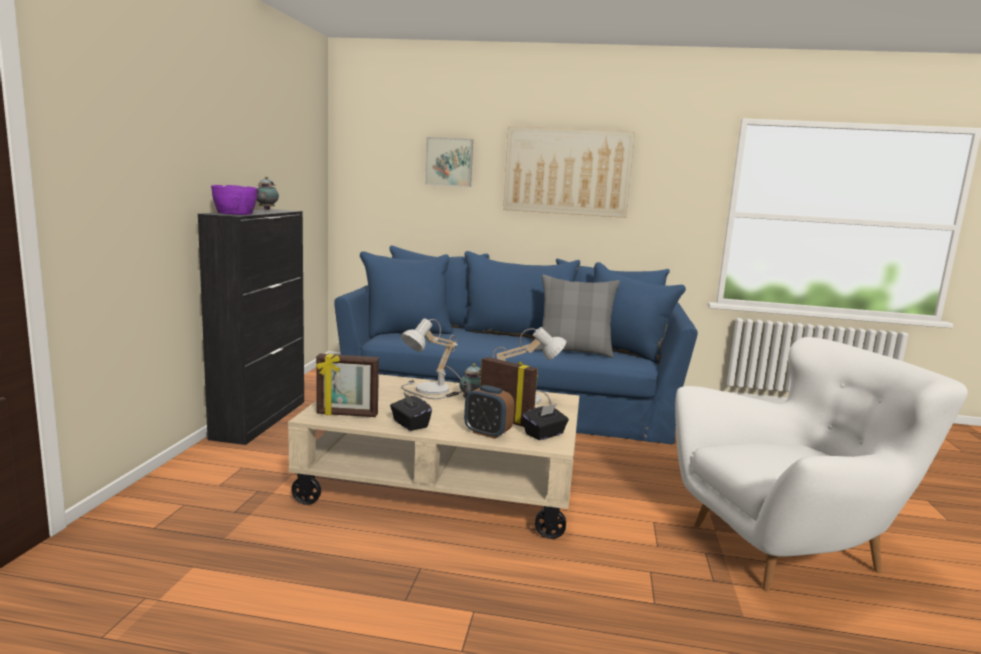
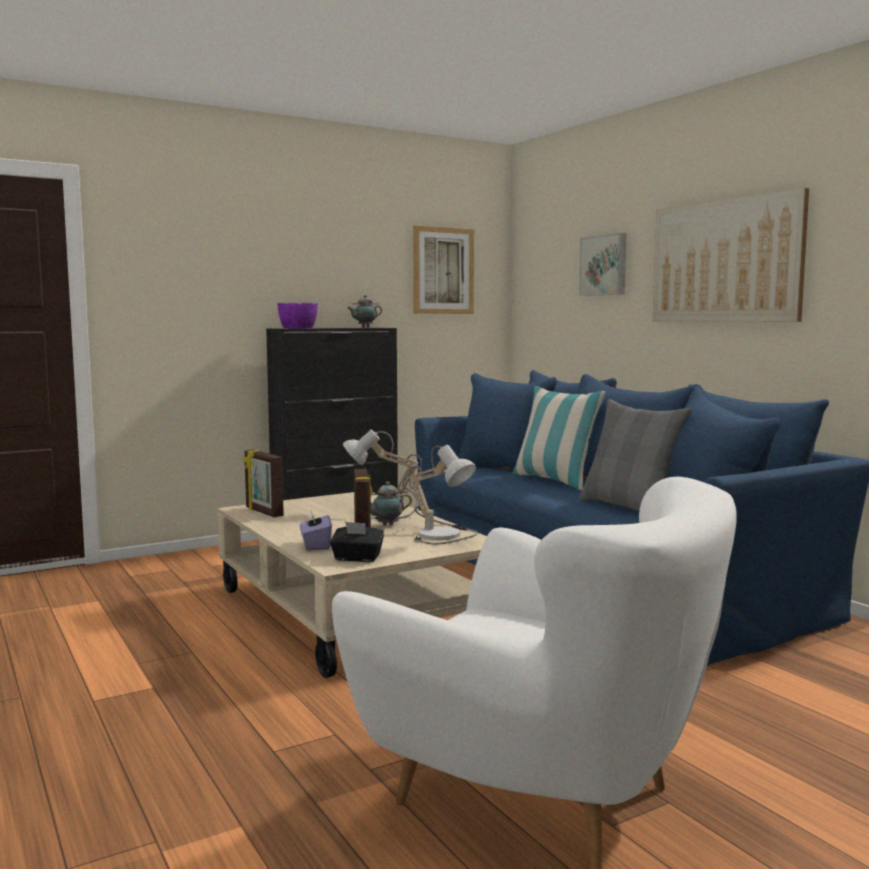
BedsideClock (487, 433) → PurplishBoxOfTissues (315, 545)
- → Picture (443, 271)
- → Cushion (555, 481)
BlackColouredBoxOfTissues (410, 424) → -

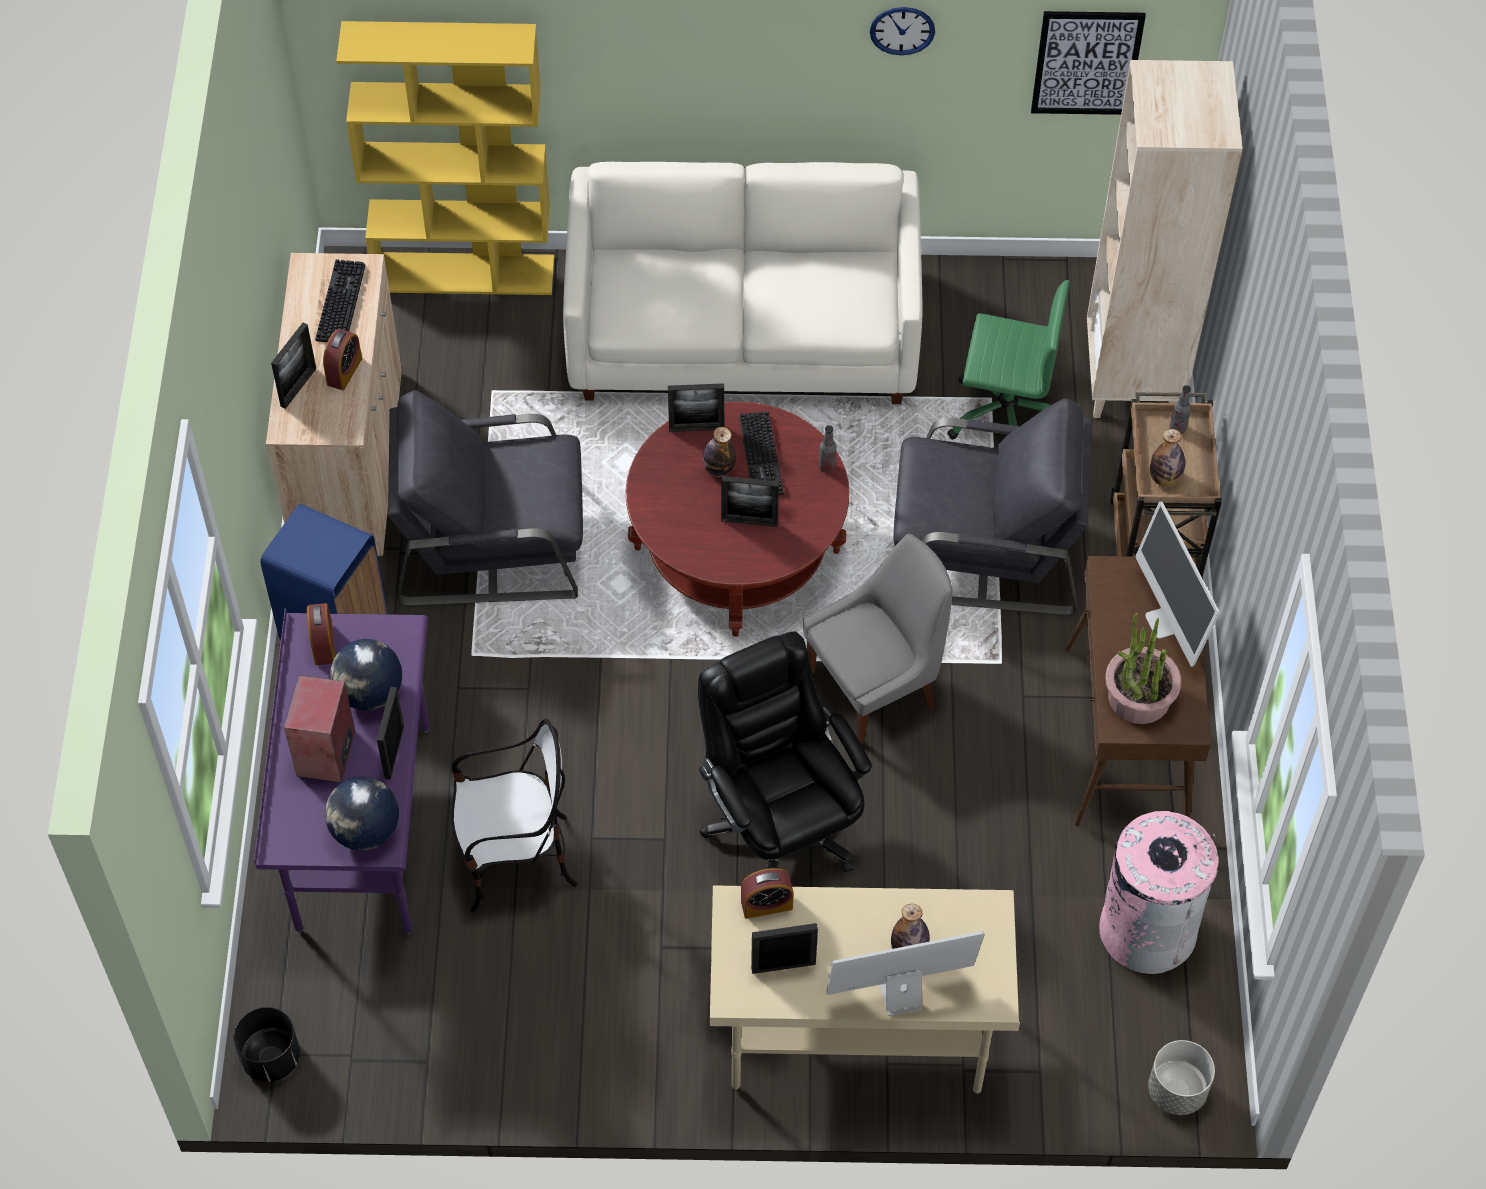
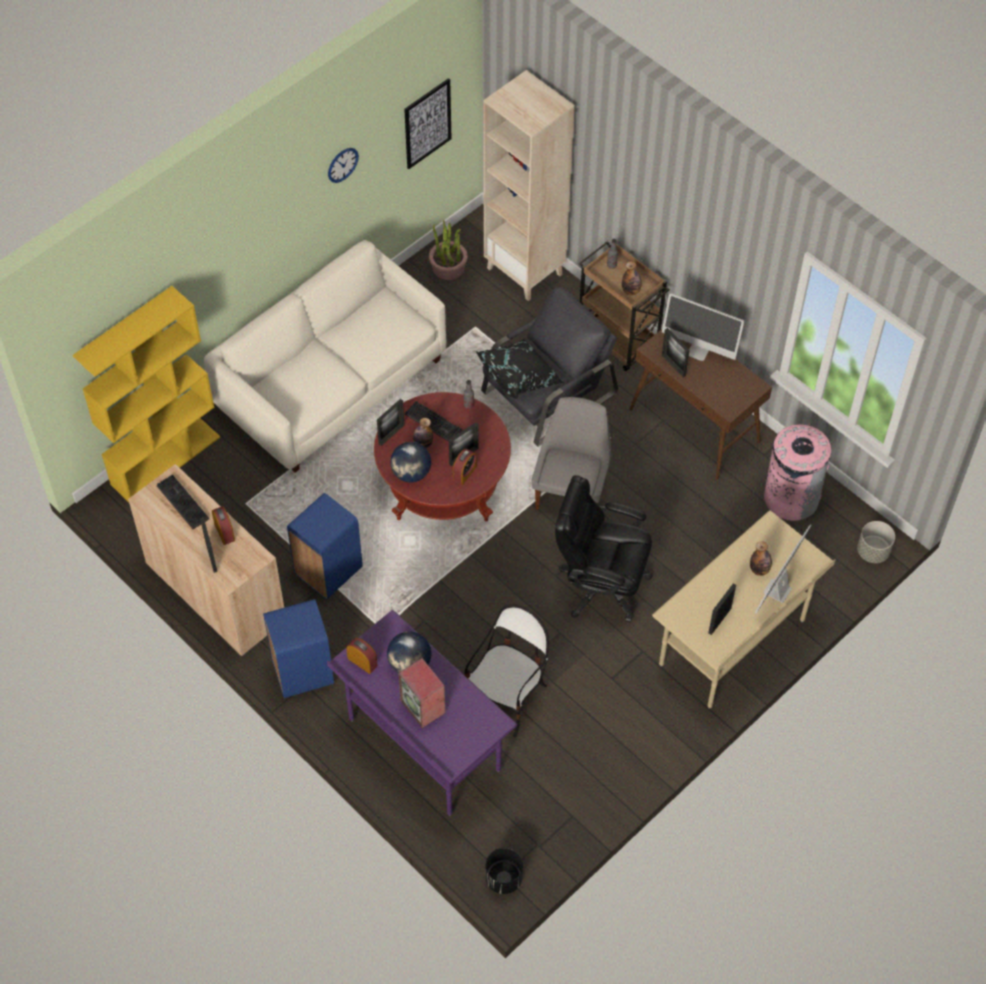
GreyEasyChair (491, 540) → BlueColouredRubbishBin (327, 570)
DeskGlobe (365, 831) → DeskGlobe (411, 473), shifted
PlantInAPot (1138, 697) → PlantInAPot (448, 268), shifted
BedsideClock (766, 905) → BedsideClock (464, 473), shifted
- → BlackColouredCushion (520, 377)
PhotoFrame (394, 752) → PhotoFrame (673, 365), shifted
GreenishOfficeChair (1006, 416) → -

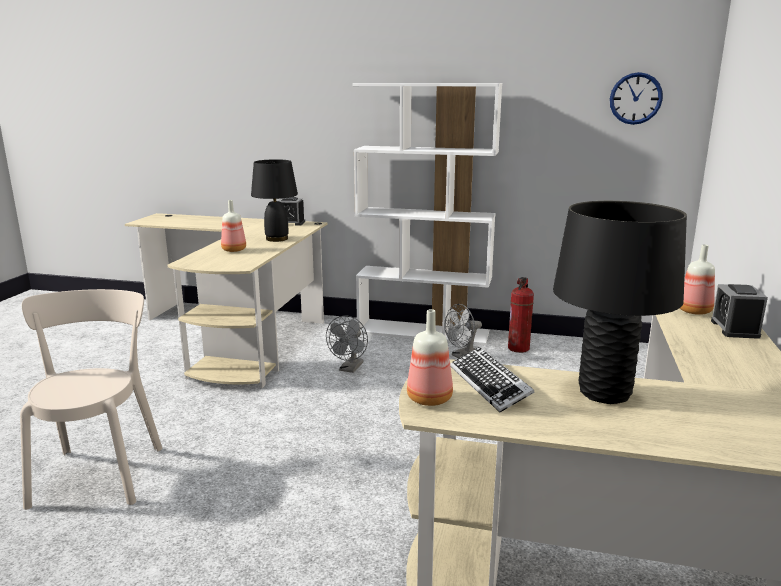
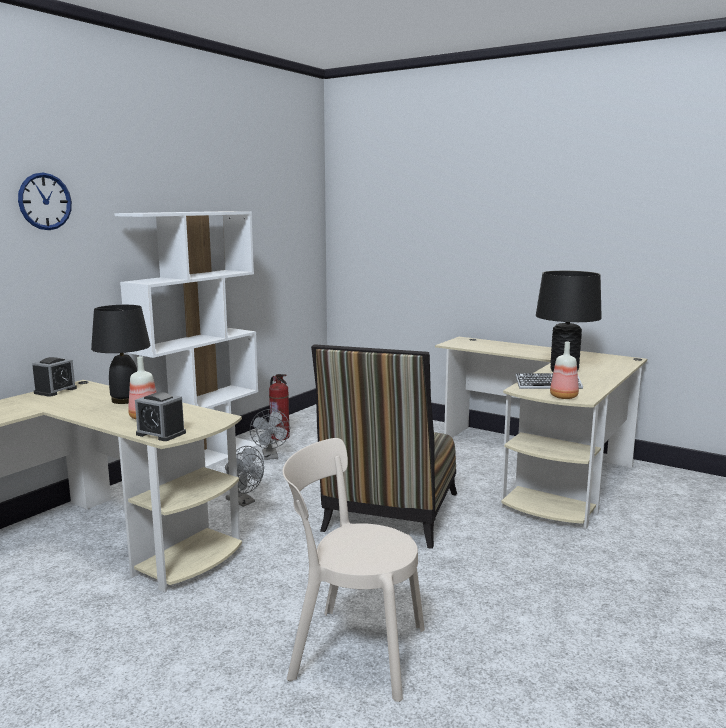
HangingClock (635, 98) → HangingClock (45, 201), shifted
BedsideClock (734, 329) → BedsideClock (161, 433), shifted
- → PlainChair (389, 516)
Bottle (693, 311) → -

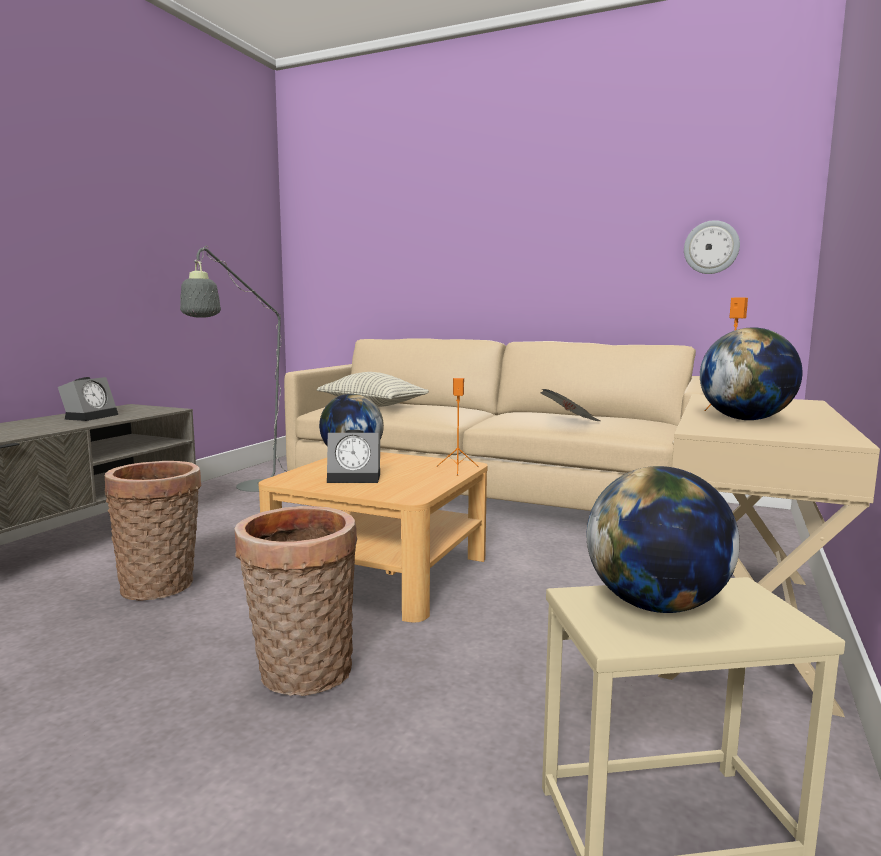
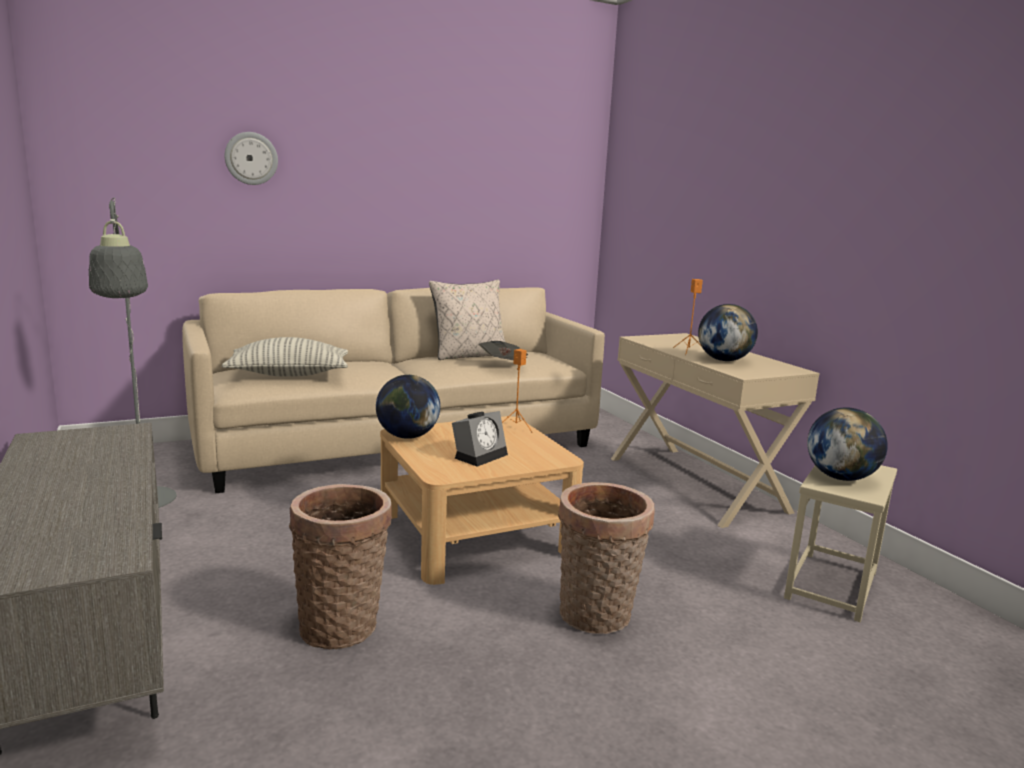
HangingClock (711, 247) → HangingClock (251, 158), shifted
- → SandColouredCushion (469, 355)
BedsideClock (91, 416) → -

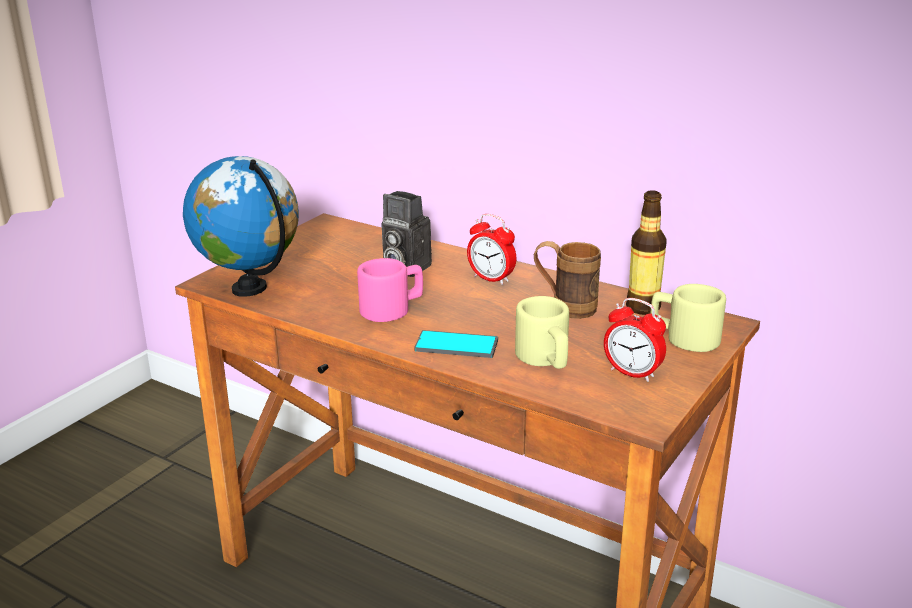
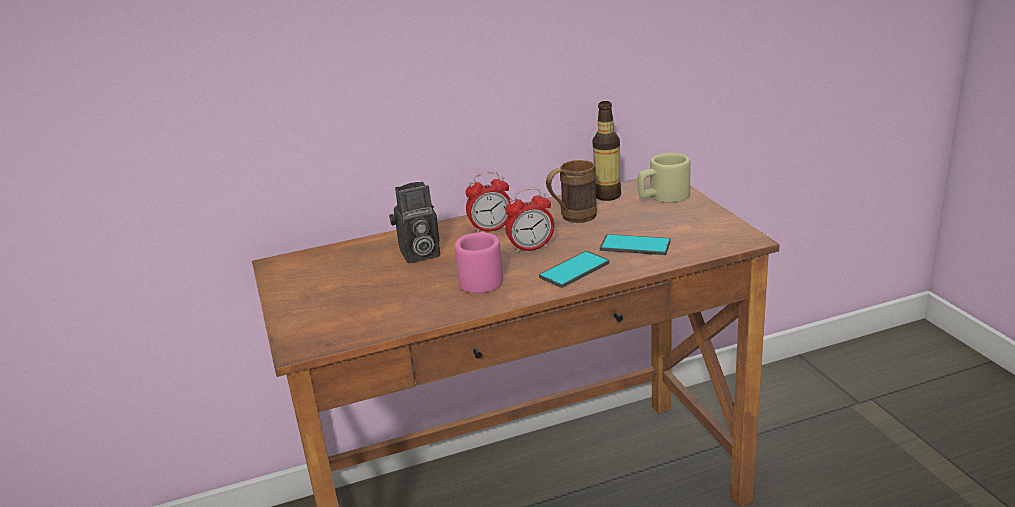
BedsideClock (632, 373) → BedsideClock (531, 248), shifted
SandColouredTeaMug (545, 359) → Telephone (635, 246)
DeskGlobe (250, 288) → -

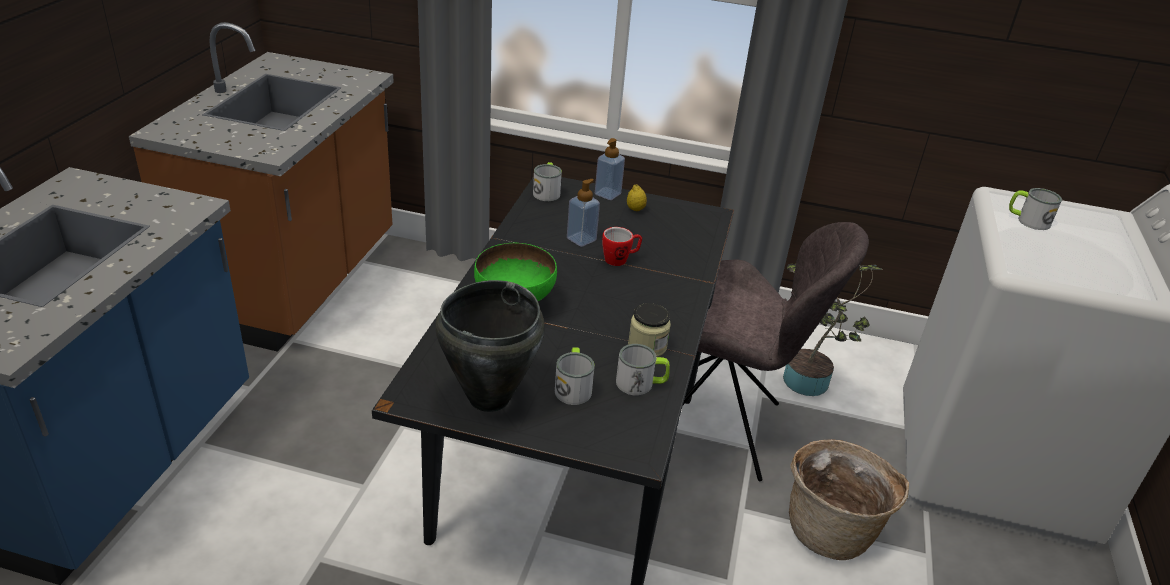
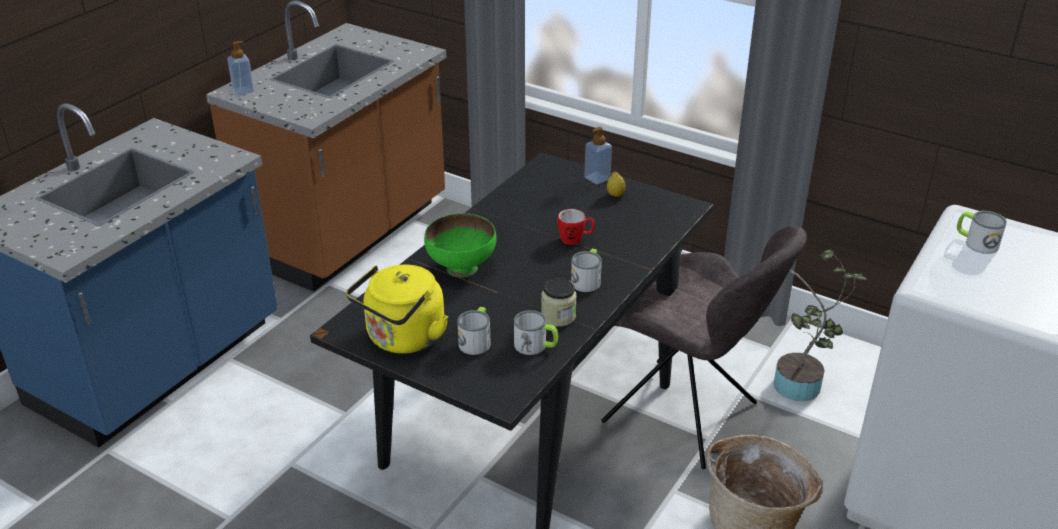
LiquidSoapBottle (581, 239) → LiquidSoapBottle (243, 91), shifted
BlackColouredSaucepot (488, 398) → YellowColouredTeaKettle (403, 339)
TeaMug (547, 191) → TeaMug (587, 280), shifted

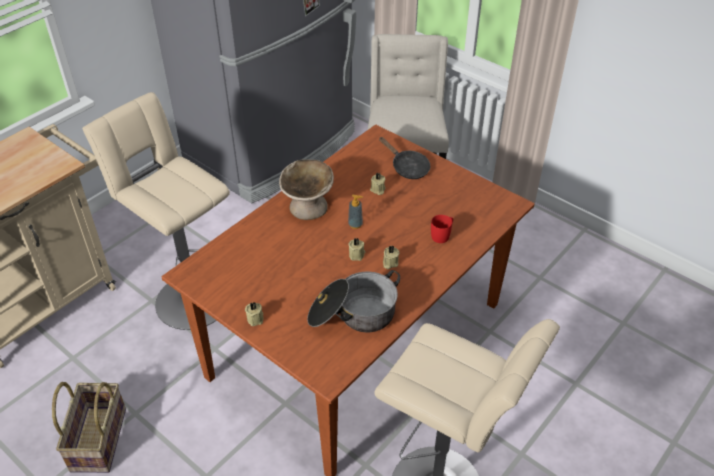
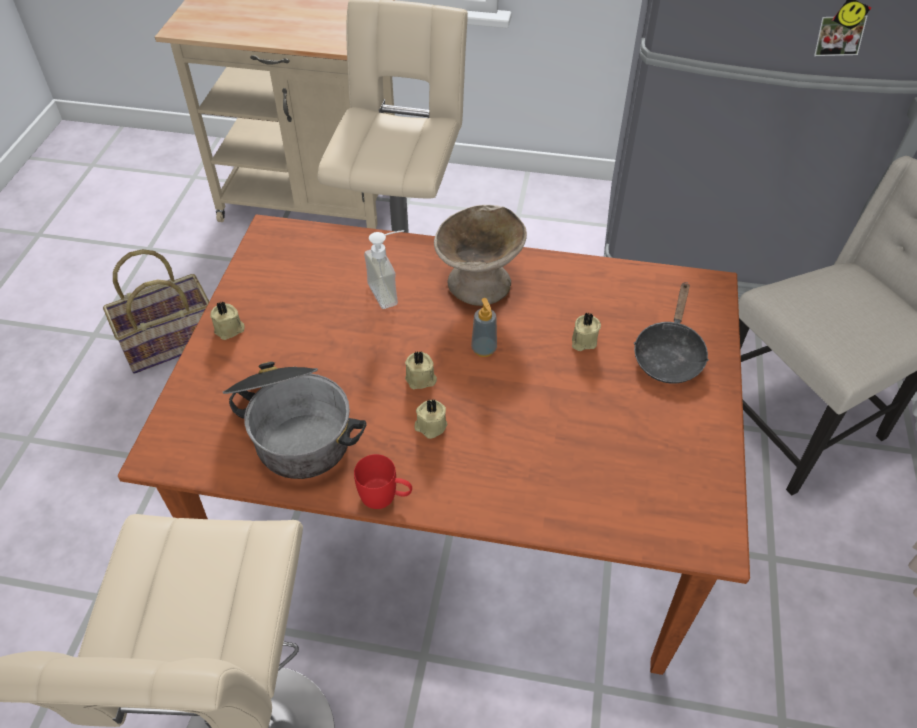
RedColouredTeaMug (442, 235) → RedColouredTeaMug (385, 496), shifted
- → LiquidSoapBottle (391, 291)

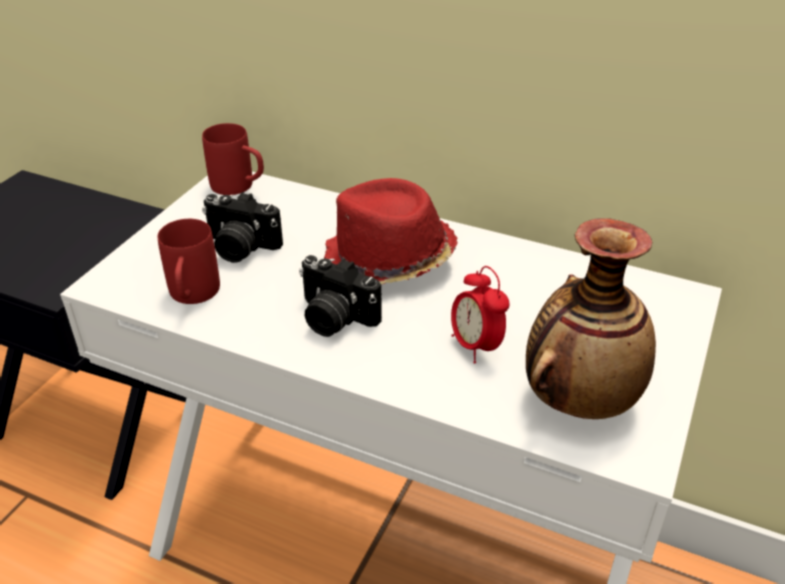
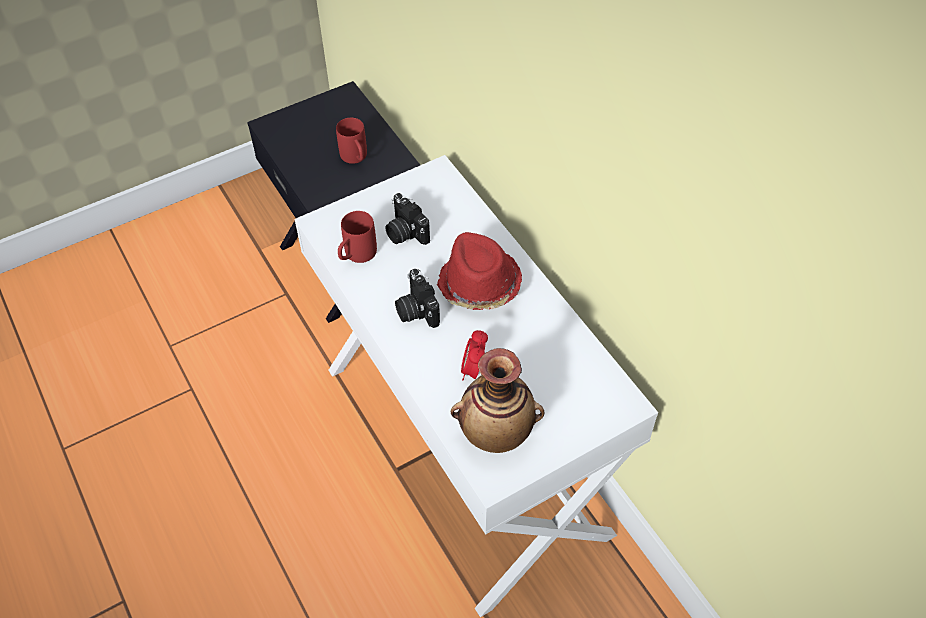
RedColouredTeaMug (240, 187) → RedColouredTeaMug (356, 158), shifted

